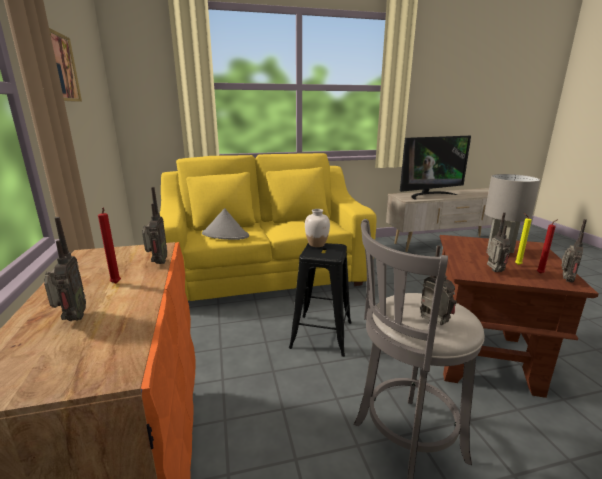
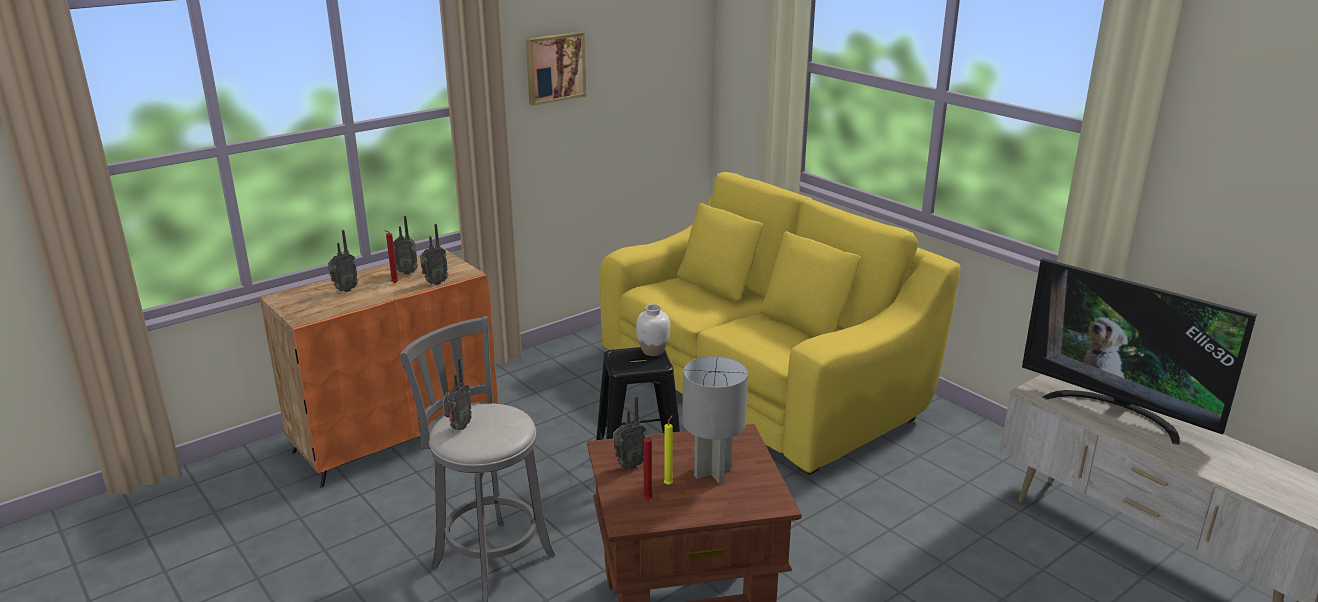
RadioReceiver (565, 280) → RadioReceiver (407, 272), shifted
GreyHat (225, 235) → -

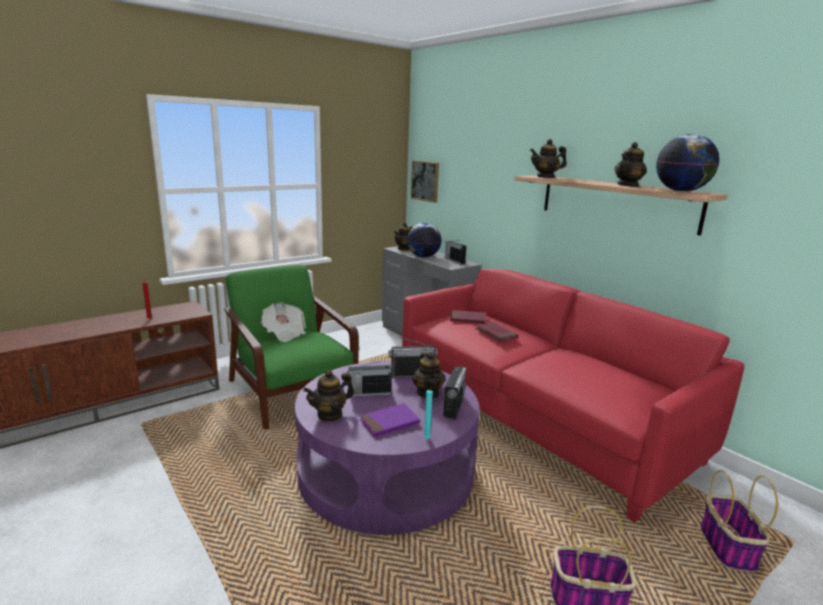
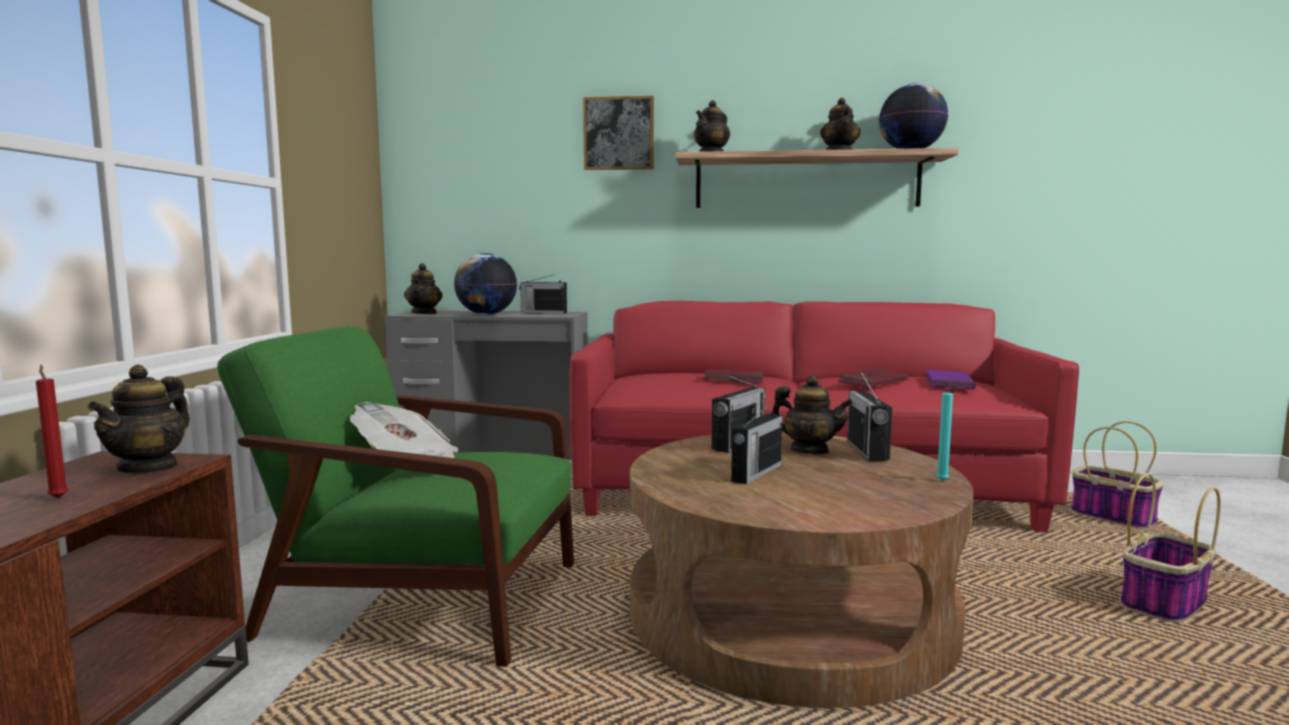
Teapot (330, 415) → Teapot (149, 467), shifted
Picture (425, 181) → Picture (618, 133), shifted
PurplishCoffeeTable (386, 471) → BrownColouredCoffeeTable (789, 613)
RedColouredBook (468, 319) → RedColouredBook (872, 382), shifted
RadioReceiver (454, 406) → RadioReceiver (867, 450), 150 degrees counterclockwise
PurplishBook (389, 422) → PurplishBook (949, 383), shifted

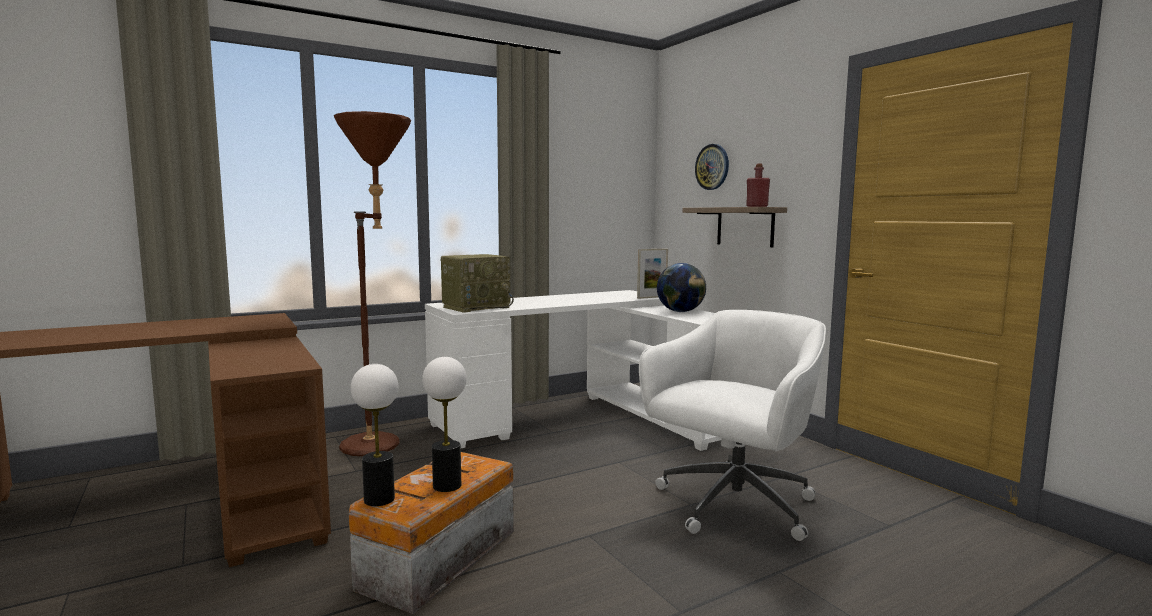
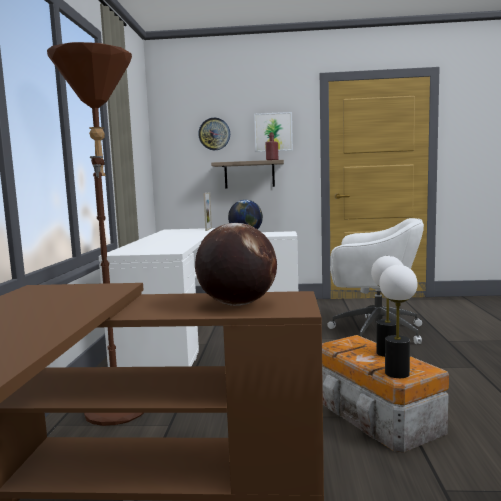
- → DeskGlobe (237, 304)
- → Picture (273, 132)
WhiteColouredOfficeChair (733, 506) → WhiteColouredOfficeChair (374, 331), 120 degrees clockwise
RadioReceiver (476, 307) → -

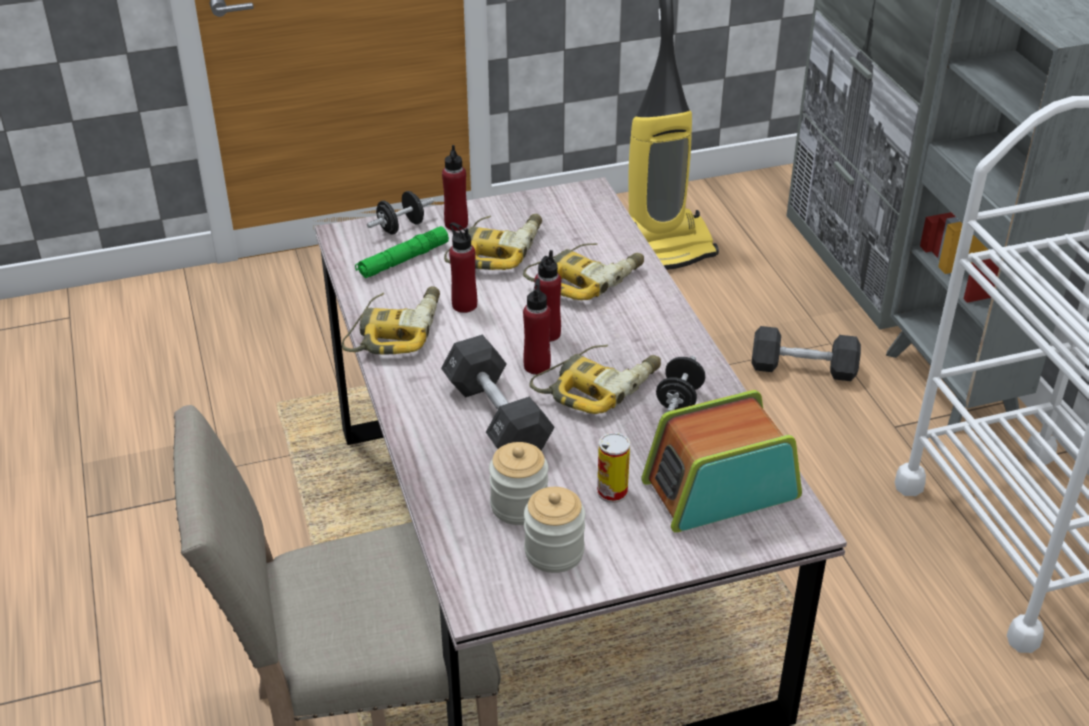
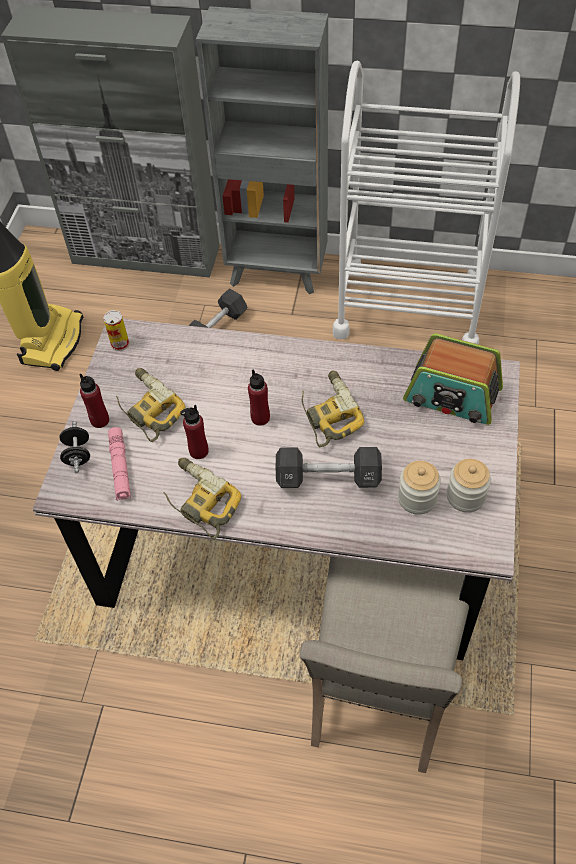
SealedCan (612, 491) → SealedCan (120, 344), shifted
GreenishTorch (403, 260) → PinkishTorch (120, 468)
RadioReceiver (719, 489) → RadioReceiver (452, 396), 75 degrees counterclockwise
Drill (586, 278) → -
RedColouredBottle (537, 366) → -
BlackColouredDumbbell (679, 399) → -

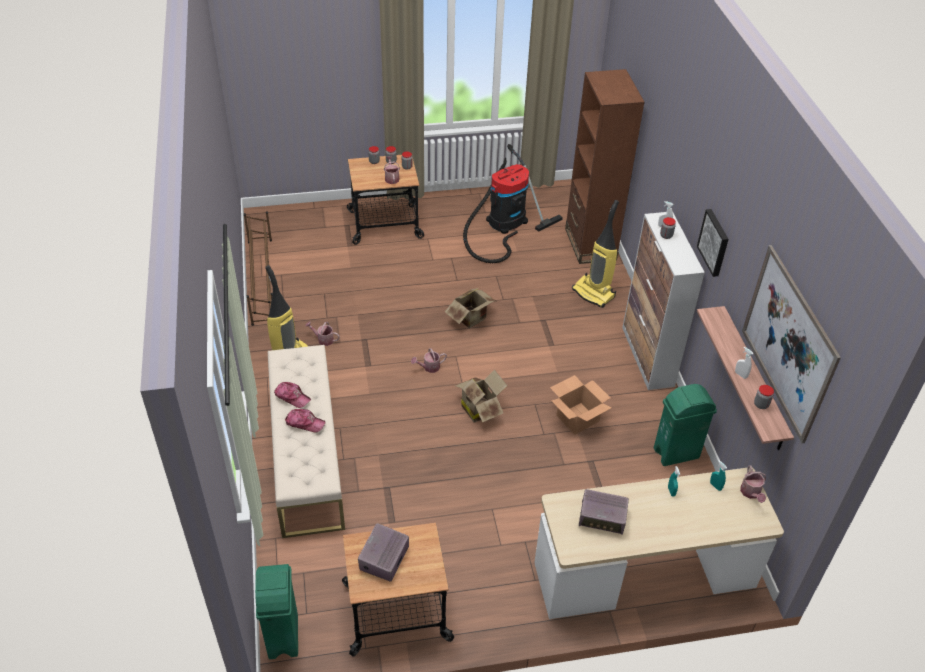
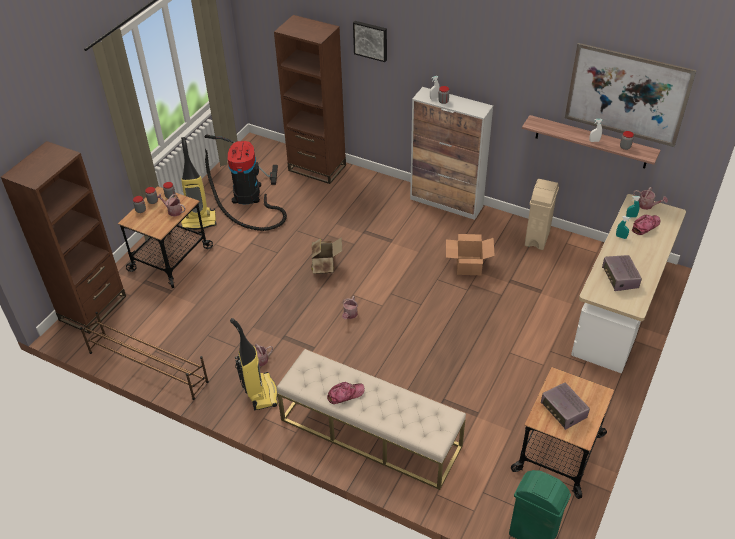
- → BrownColouredBookshelf (93, 308)
Vacuum (594, 293) → Vacuum (199, 221), shifted
Picture (714, 242) → Picture (371, 40), shifted
GreenishRubbishBin (676, 453) → SandColouredRubbishBin (537, 238)
RadioReceiver (602, 518) → RadioReceiver (619, 278), 120 degrees clockwise
Cap (305, 423) → Cap (645, 226), shifted
PackingBox (480, 409) → -

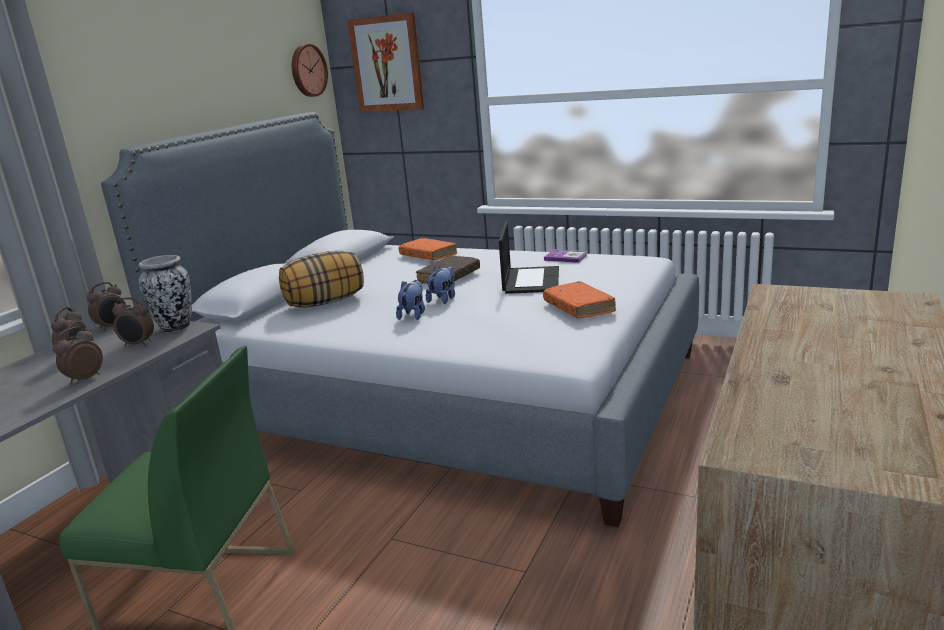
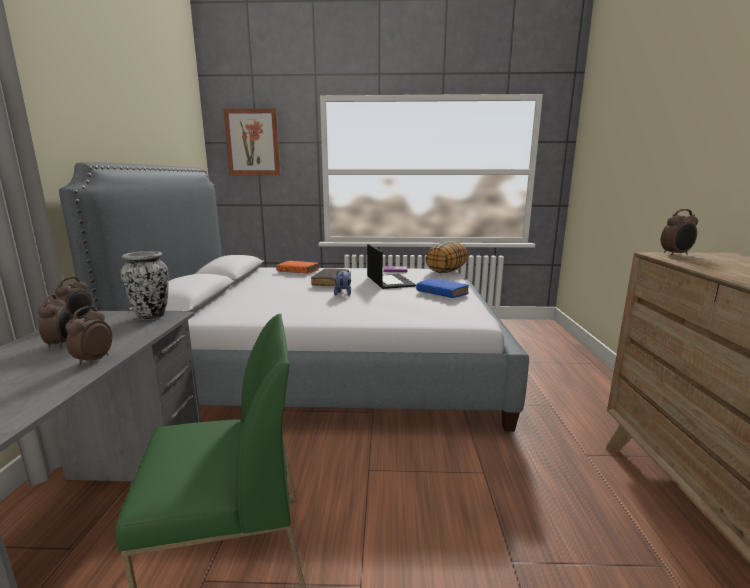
OrangeBook (578, 307) → BlueColouredBook (442, 293)
Cushion (325, 303) → Cushion (446, 271), shifted
BedsideClock (138, 344) → BedsideClock (676, 254), shifted
HangingClock (307, 70) → -
CuddlyToy (413, 315) → -

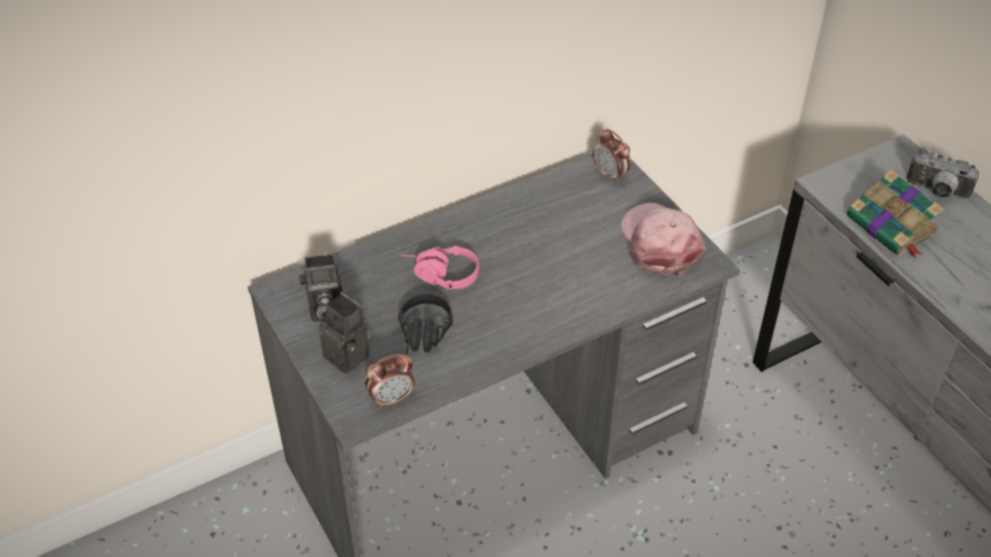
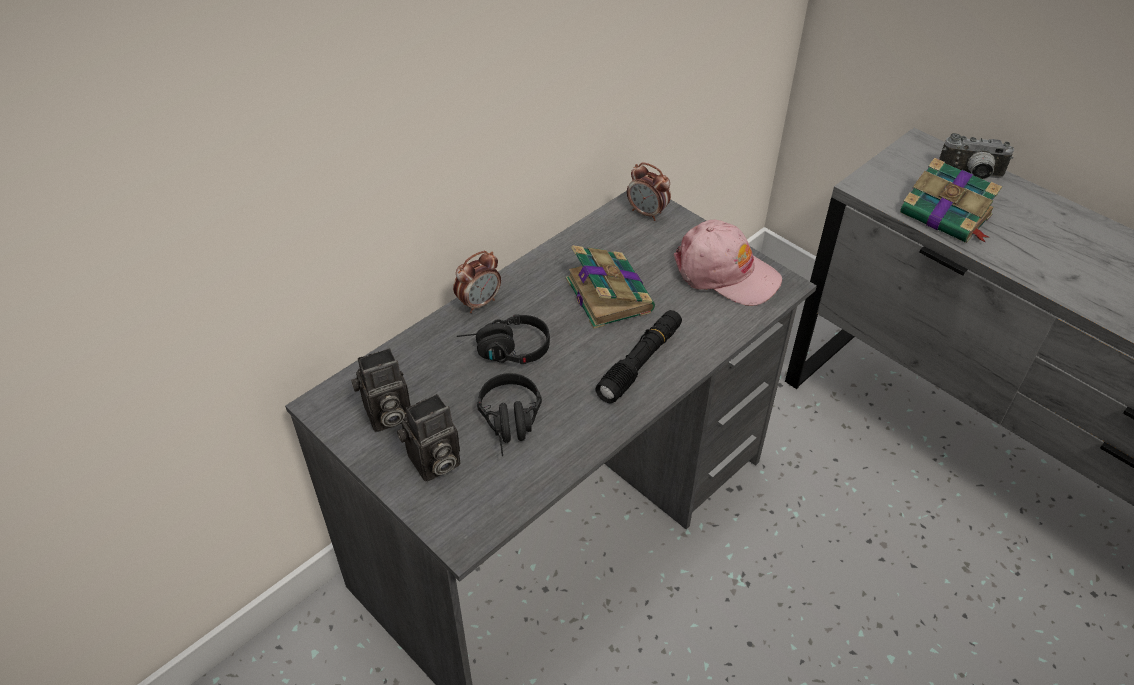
StillCamera (350, 356) → StillCamera (433, 464), 120 degrees clockwise
BedsideClock (392, 398) → BedsideClock (479, 303), shifted
PinkishHeadset (439, 276) → BlackColouredHeadset (504, 351)
- → Book (608, 293)
- → BlackColouredTorch (640, 362)
PinkishCap (660, 243) → PinkishCap (725, 273), 150 degrees clockwise

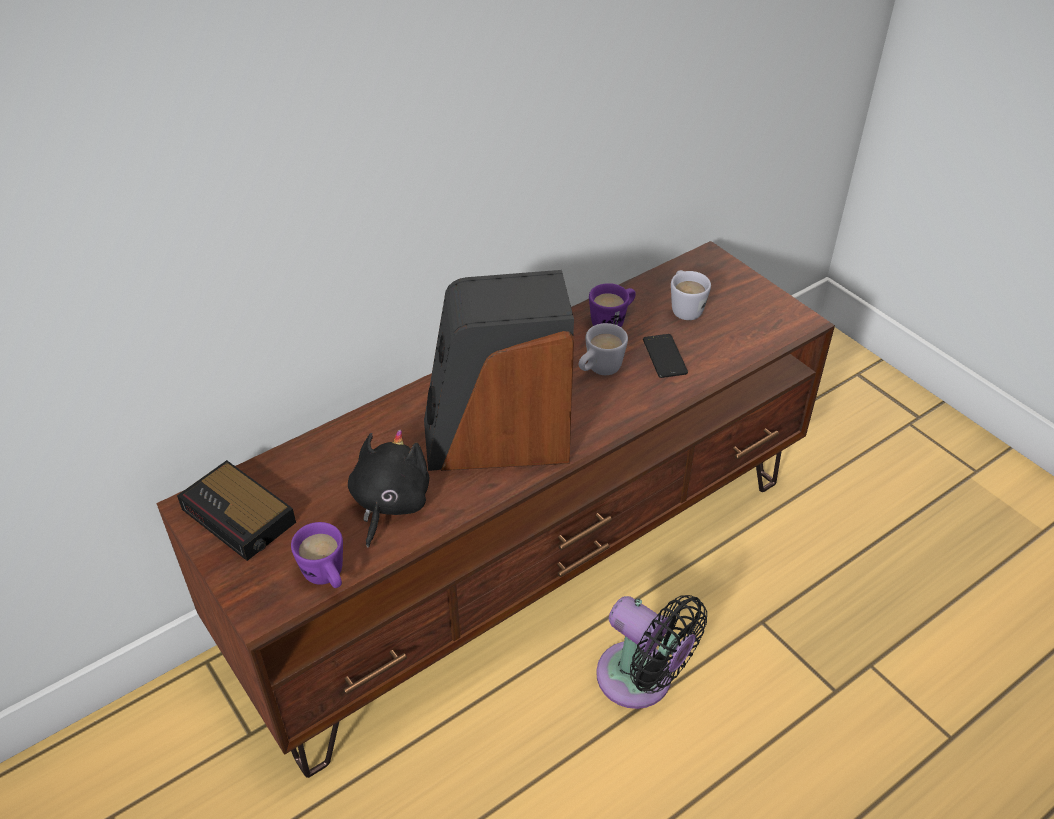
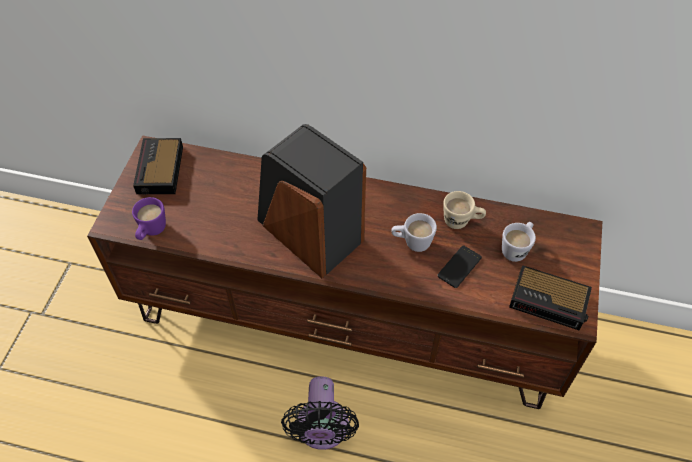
PurplishTeaMug (612, 322) → SandColouredTeaMug (461, 221)
- → BedsideClock (550, 301)
BlackColouredCuddlyToy (389, 503) → -

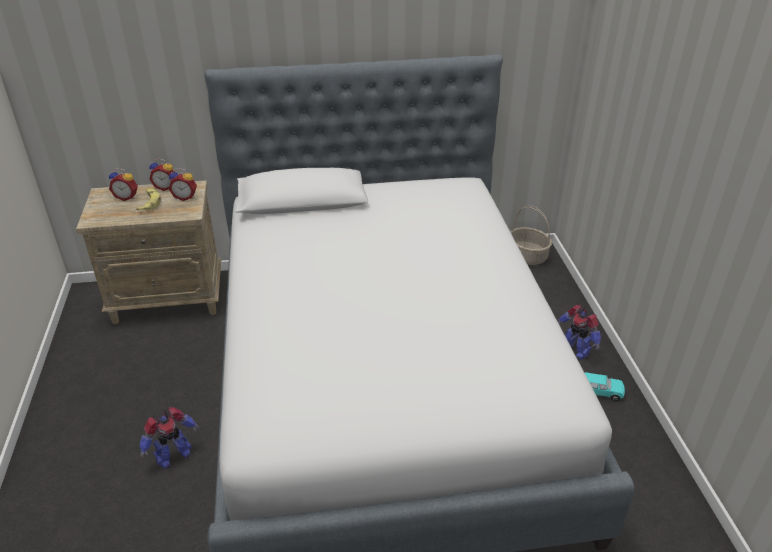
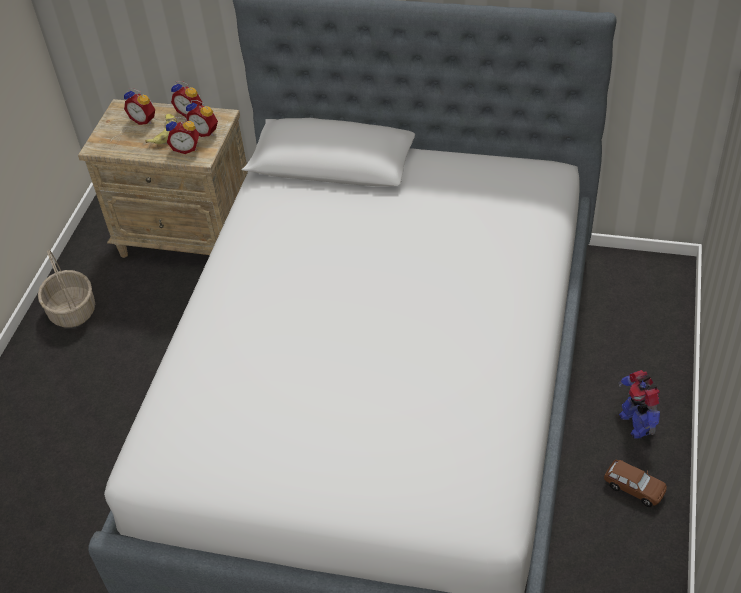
Basket (527, 256) → Basket (73, 311), shifted
- → BedsideClock (186, 148)
BlueGreenToyCar (599, 392) → BrownColouredToyCar (634, 488)
ModelRobot (173, 456) → -

